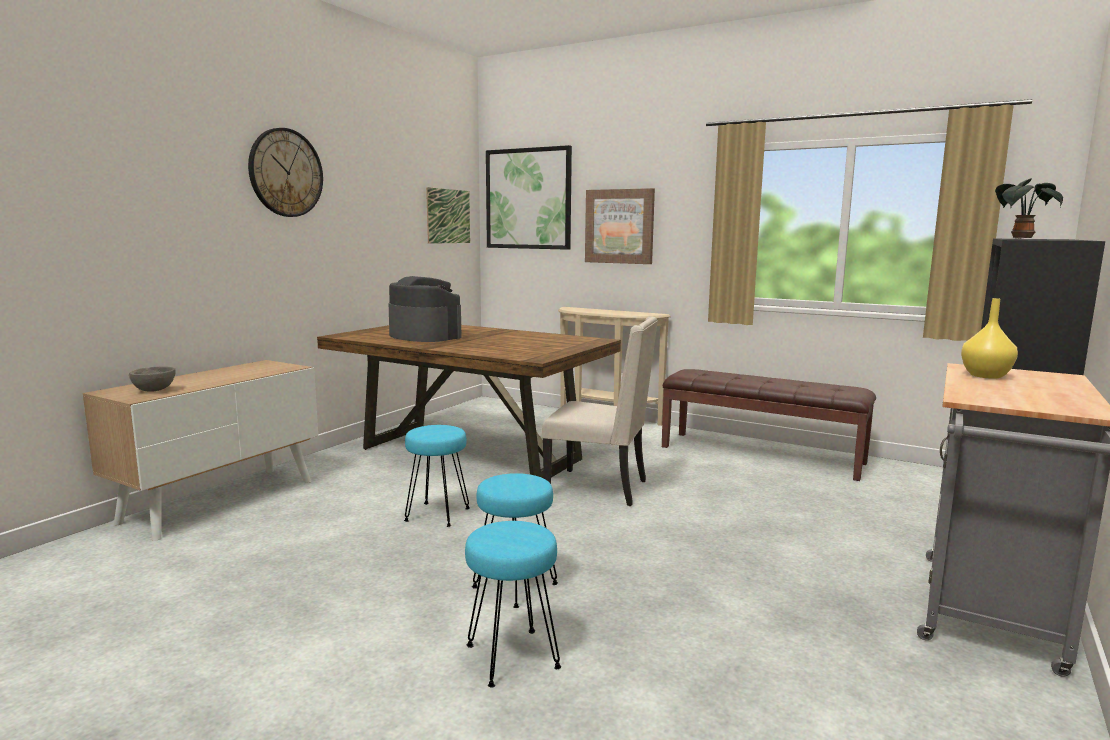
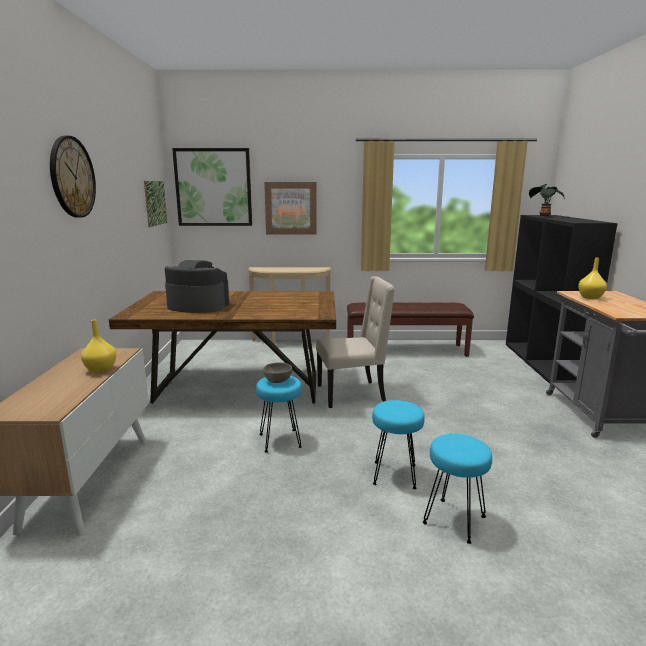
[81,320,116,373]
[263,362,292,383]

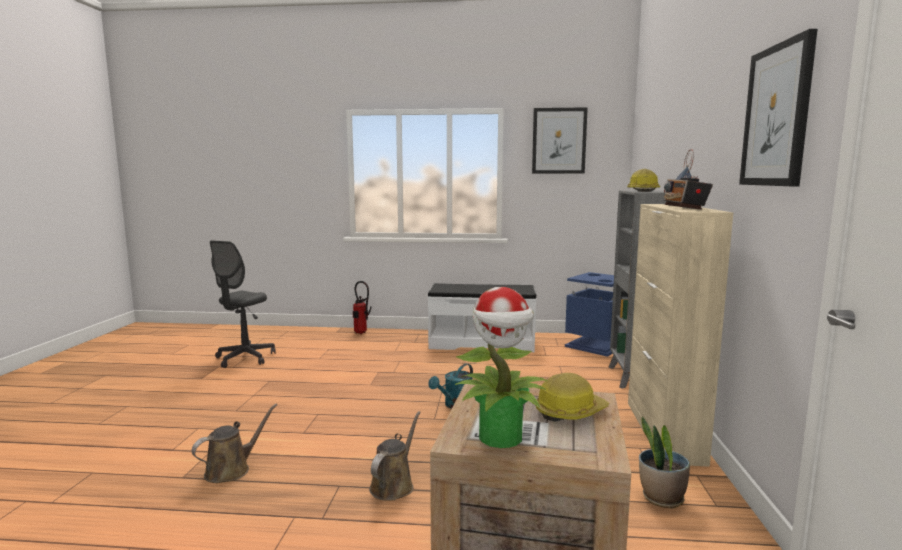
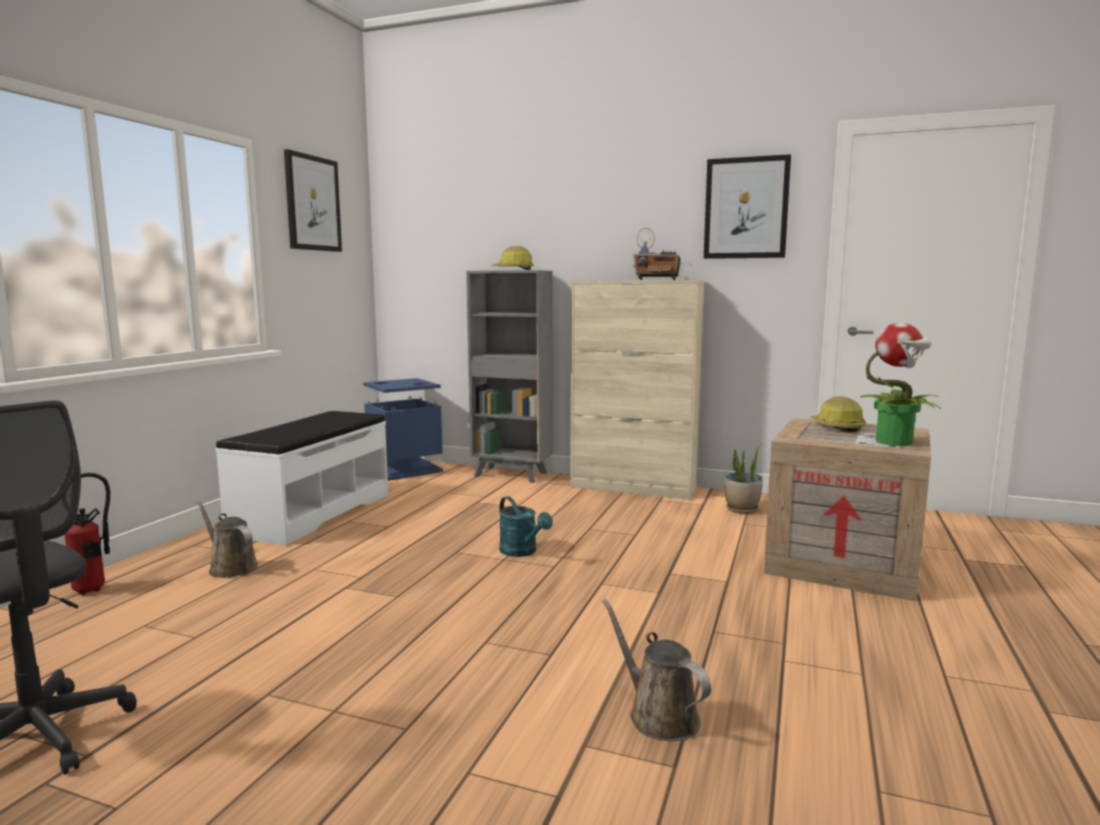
[196,500,258,578]

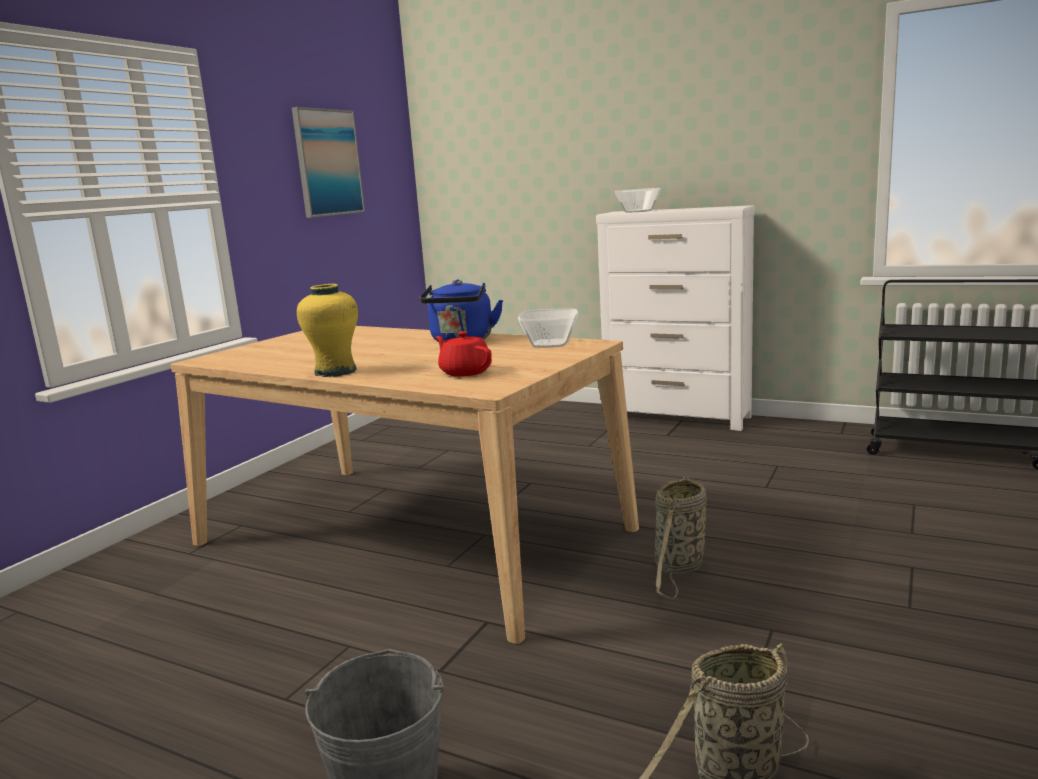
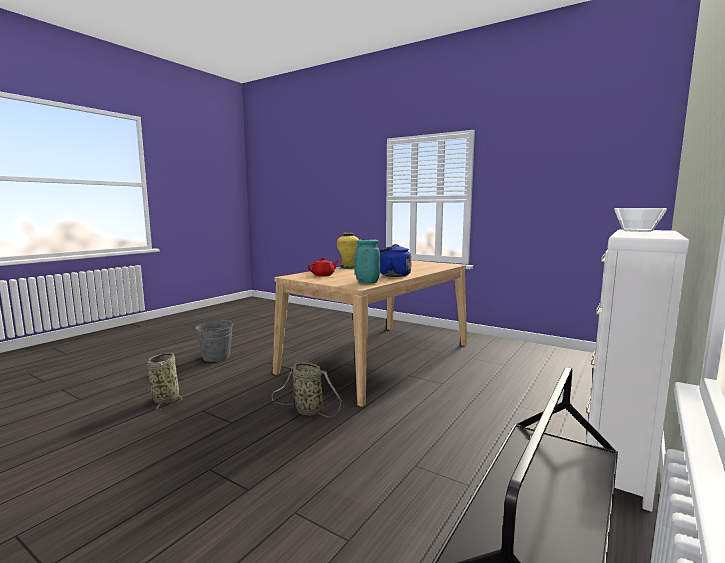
[292,107,365,218] (first image)
[354,239,381,283]

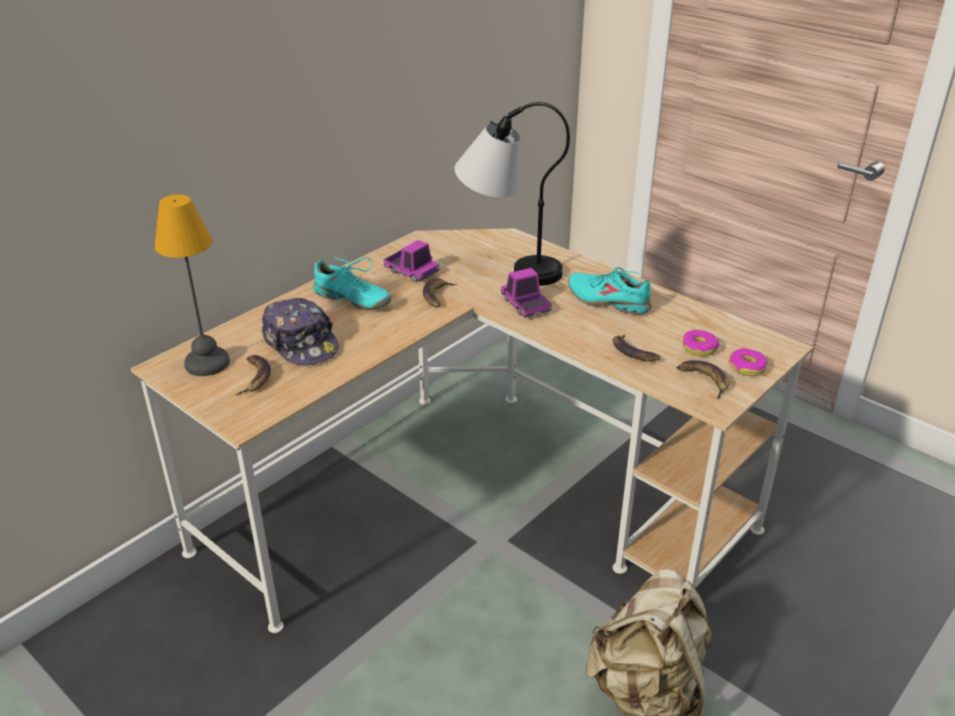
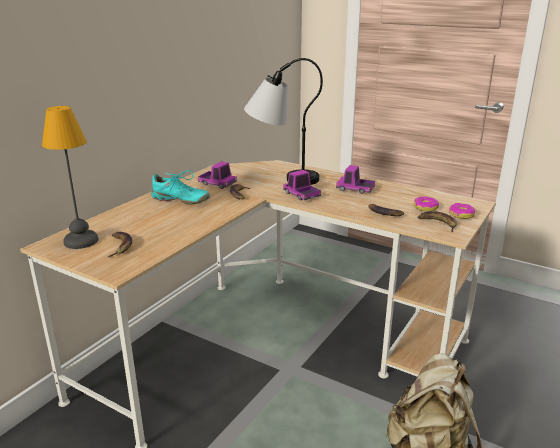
[261,298,339,366] (first image)
[336,165,375,194]

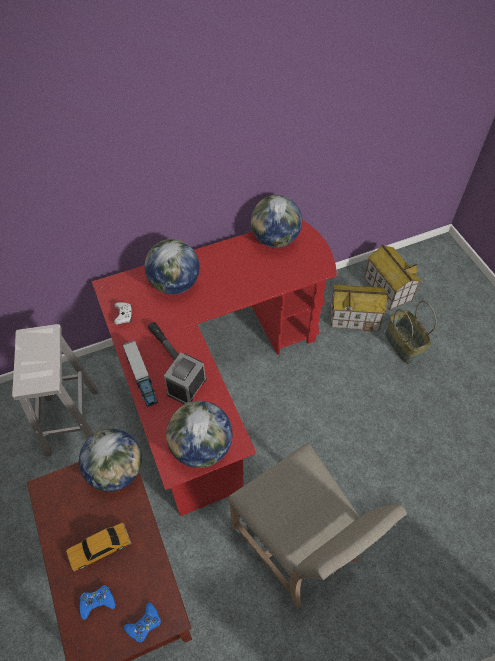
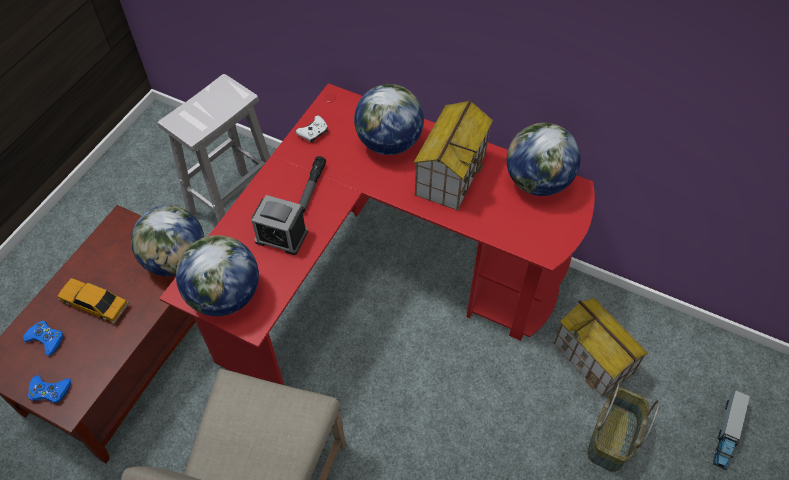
[713,389,750,470]
[414,99,493,211]
[252,195,308,255]

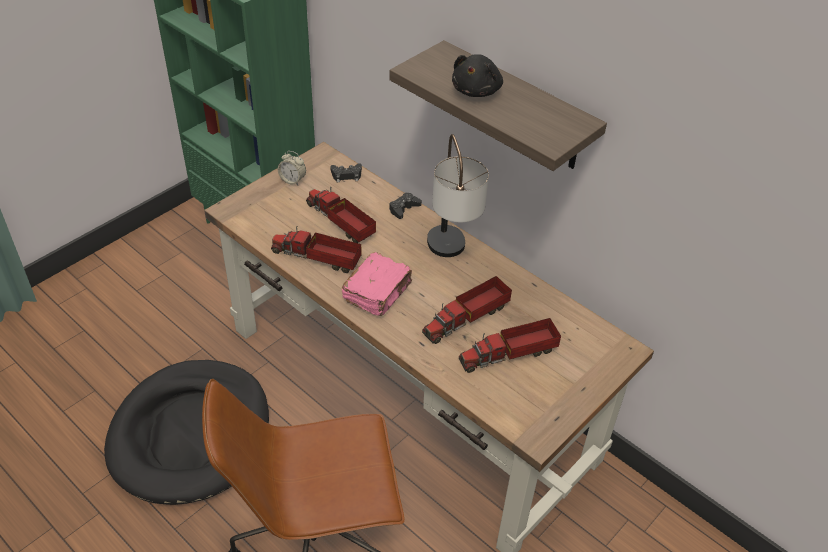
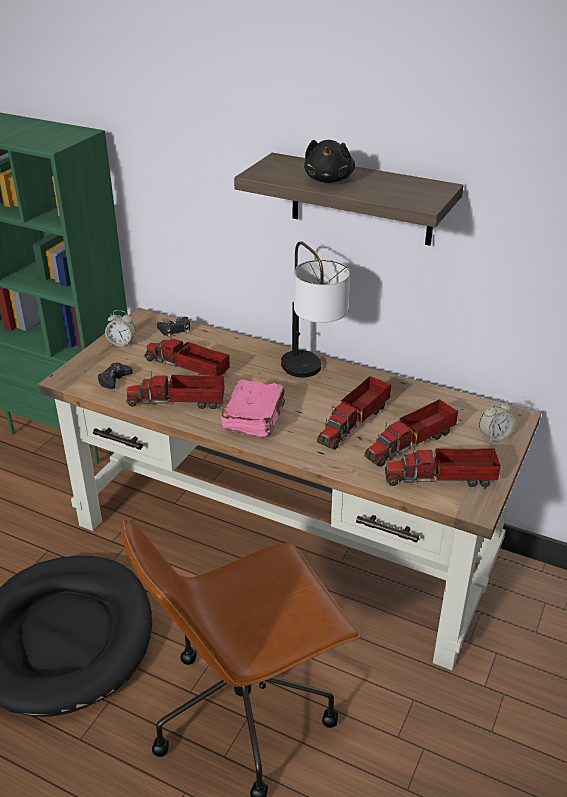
[385,446,501,487]
[479,400,515,443]
[98,363,133,389]

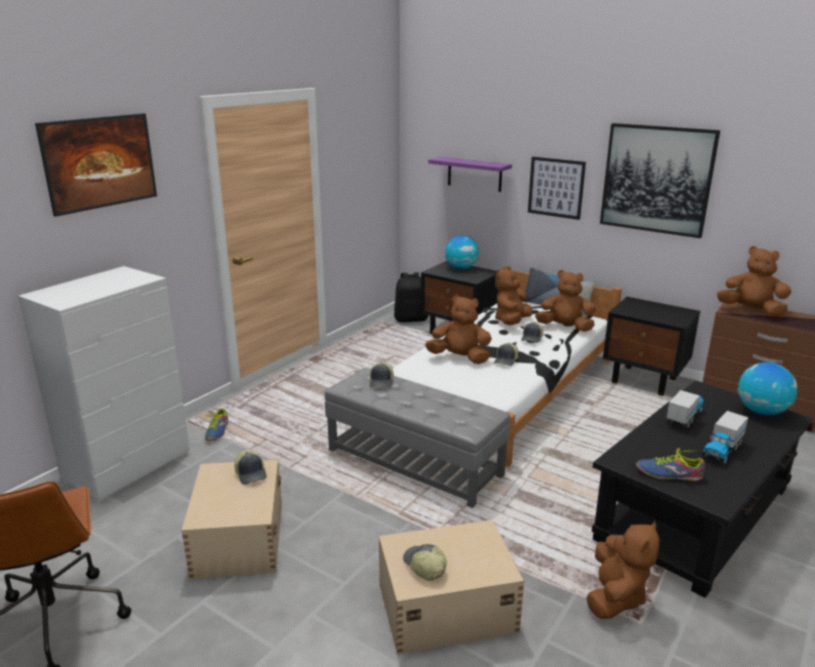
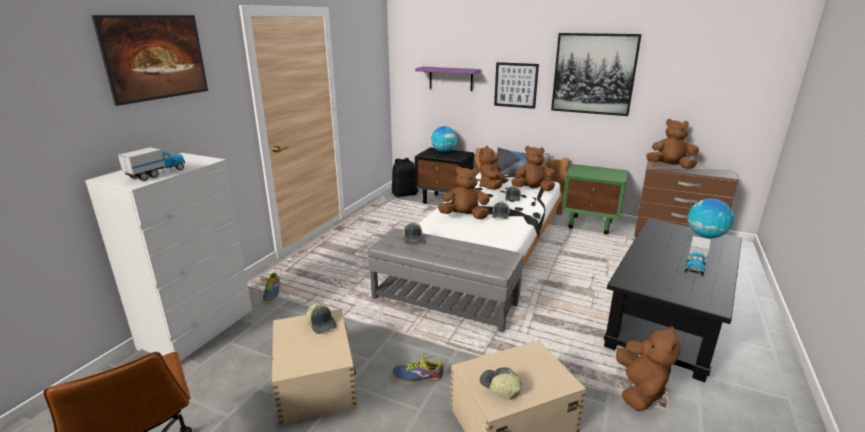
[392,354,443,382]
[118,147,185,181]
[562,164,629,234]

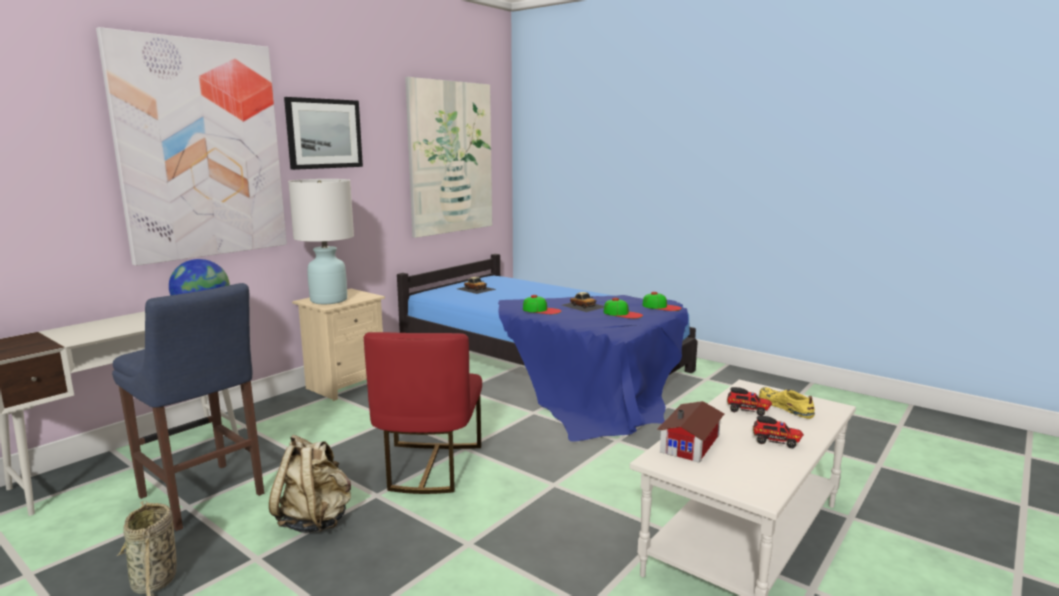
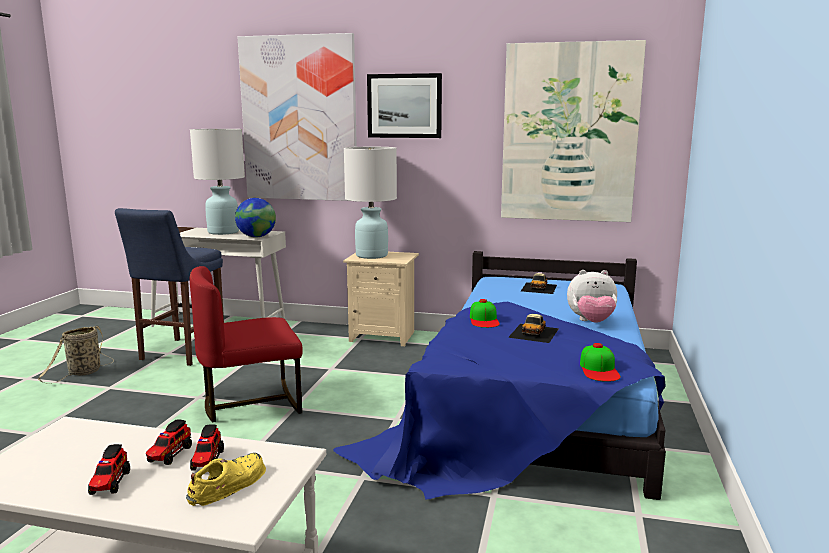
[269,434,351,533] (first image)
[604,298,643,319] (first image)
[657,401,724,463] (first image)
[146,420,192,465]
[190,129,245,235]
[567,270,617,323]

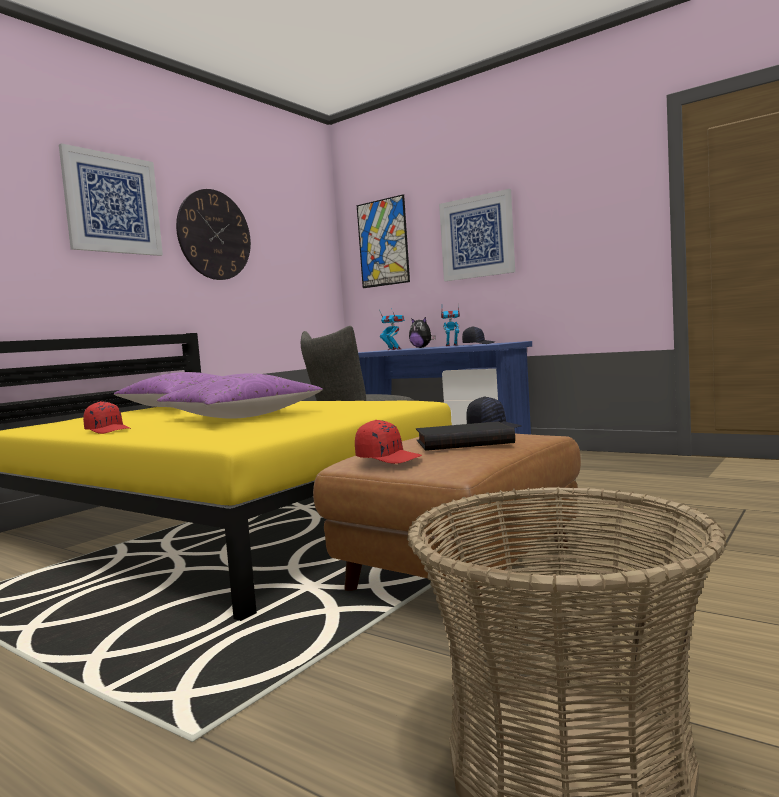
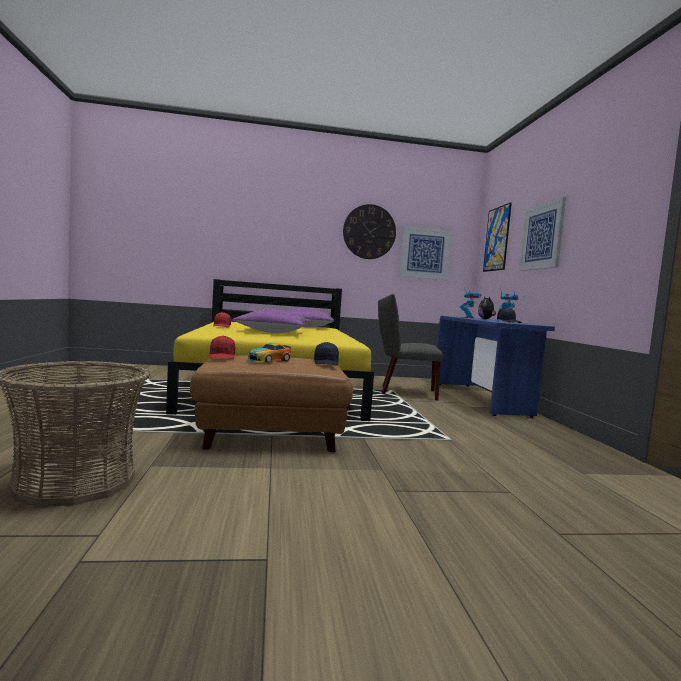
[399,226,452,280]
[248,343,291,363]

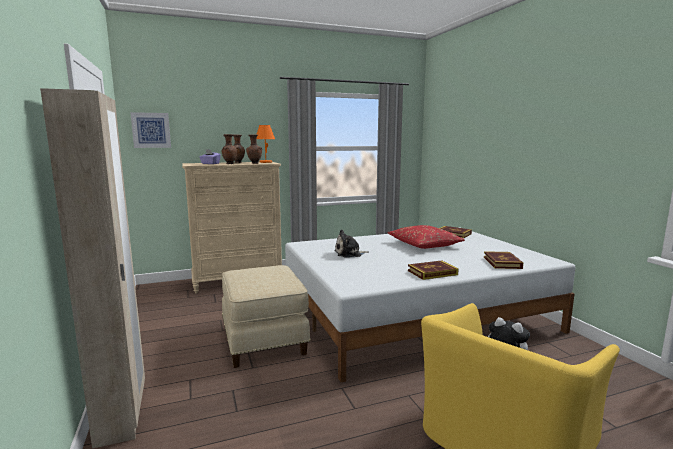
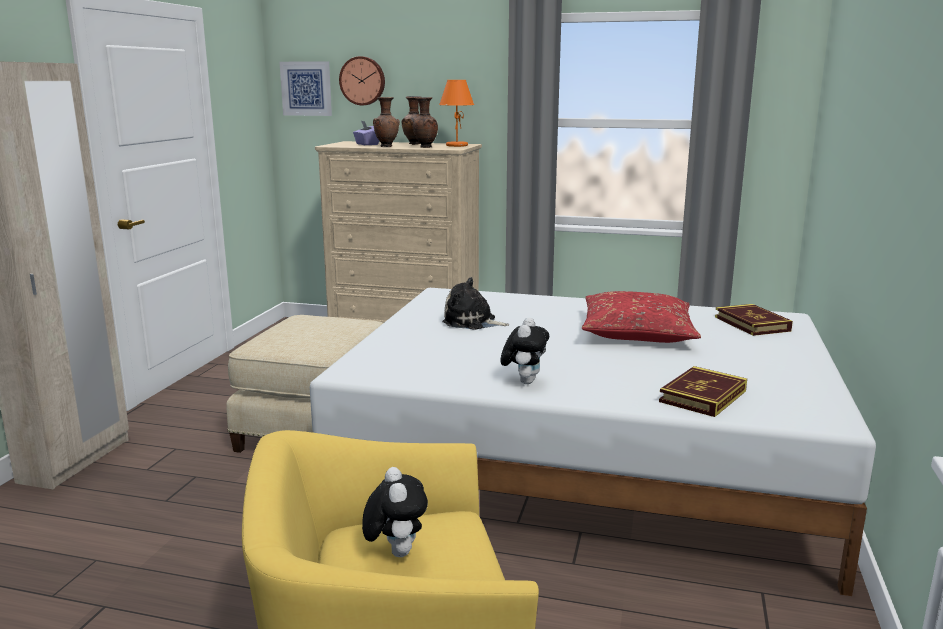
[339,56,385,105]
[501,318,549,384]

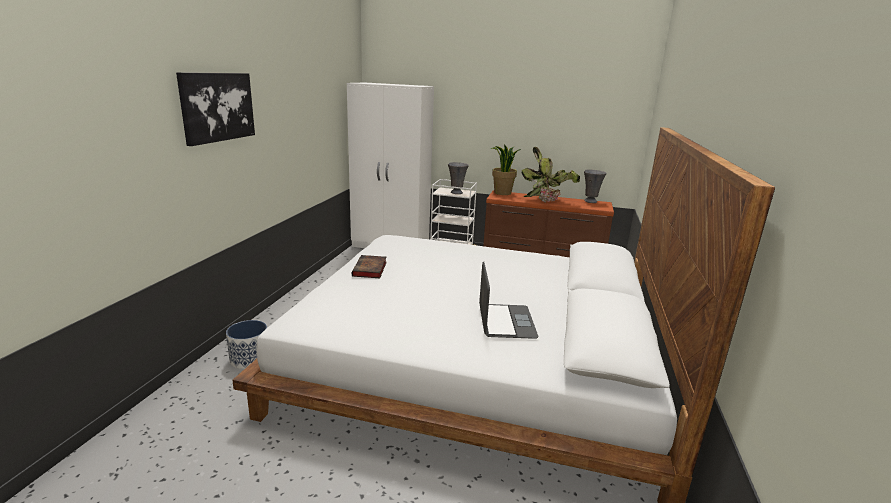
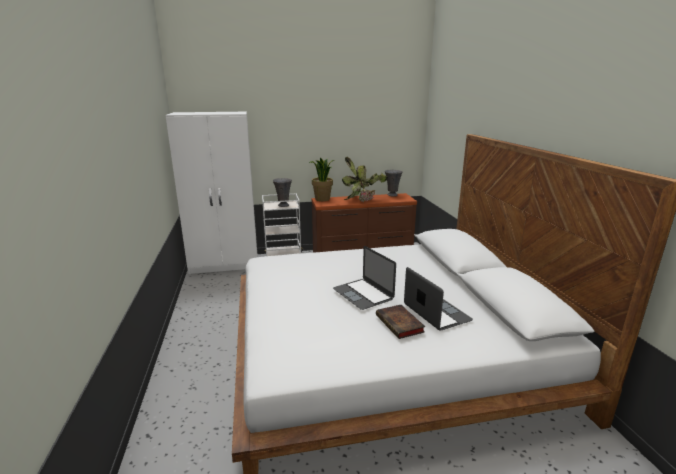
[176,72,255,146] (first image)
[226,320,267,369] (first image)
[333,246,396,310]
[376,305,425,339]

